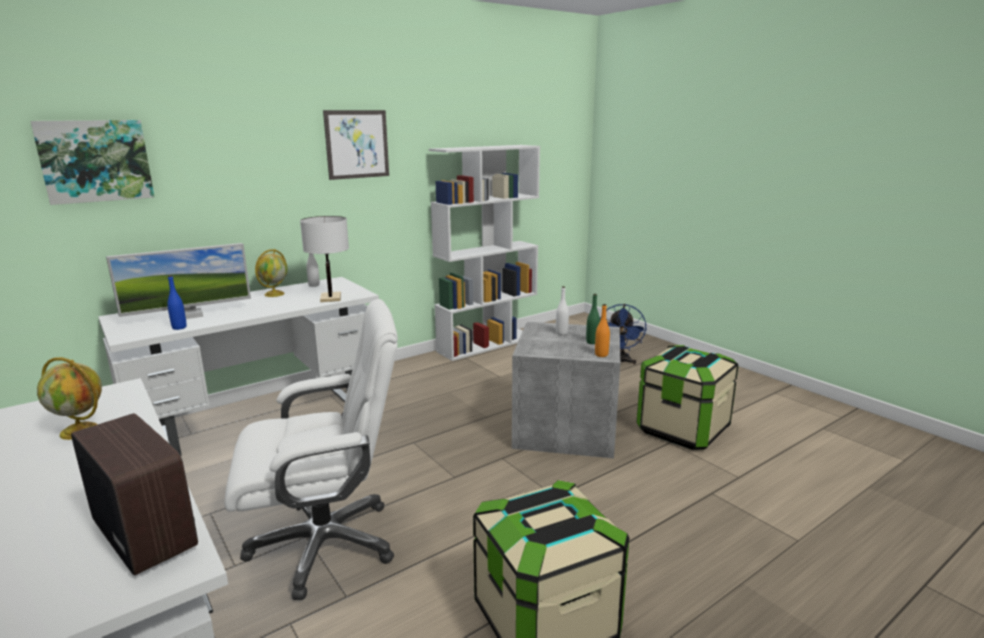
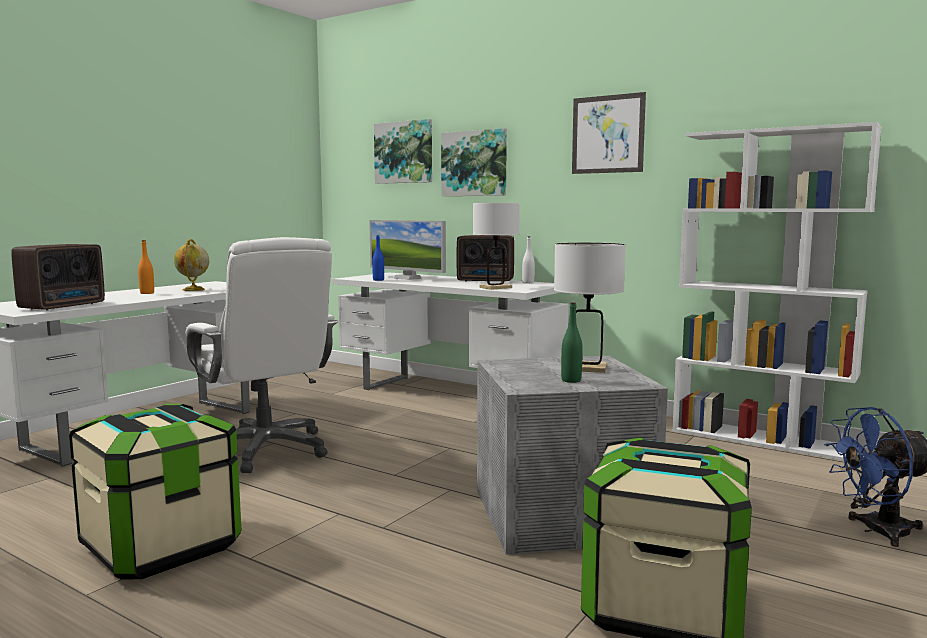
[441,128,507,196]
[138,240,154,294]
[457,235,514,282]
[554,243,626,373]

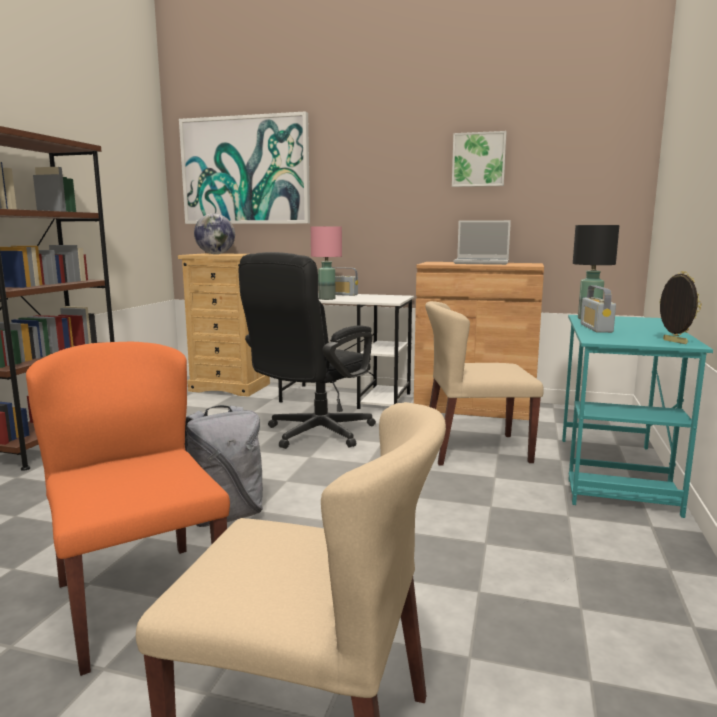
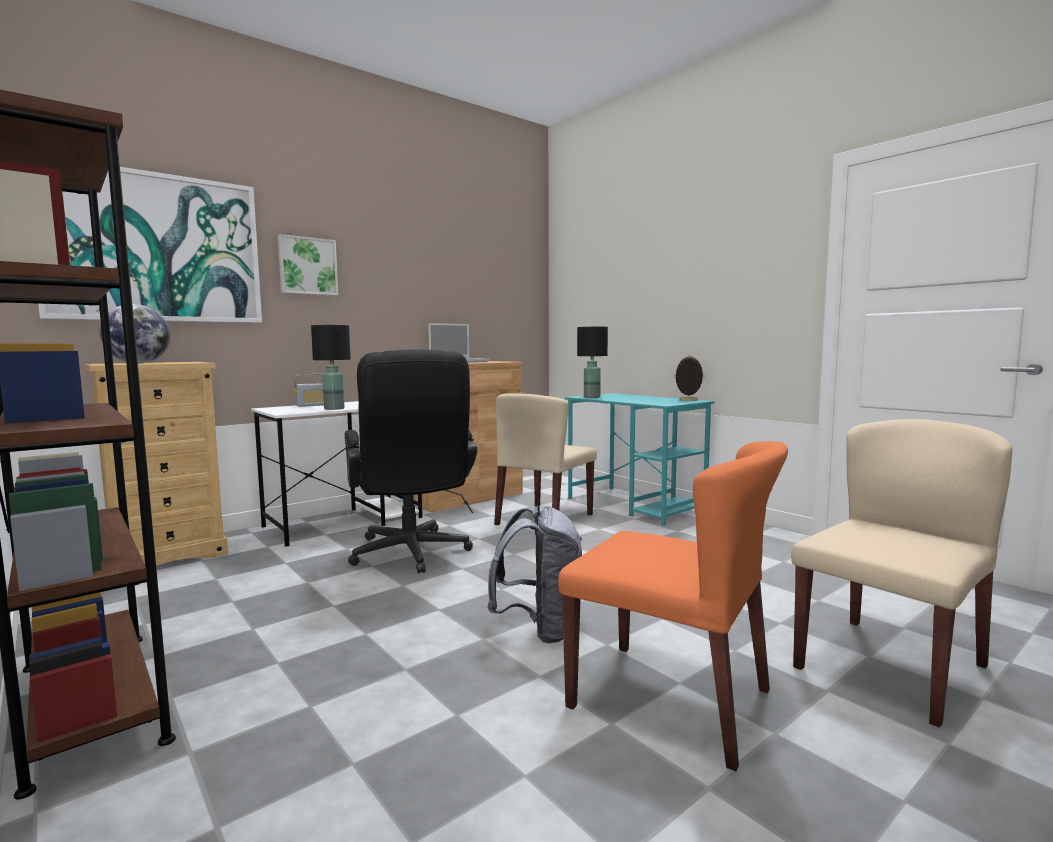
[581,286,616,333] (first image)
[278,234,338,296]
[311,325,351,410]
[558,441,788,771]

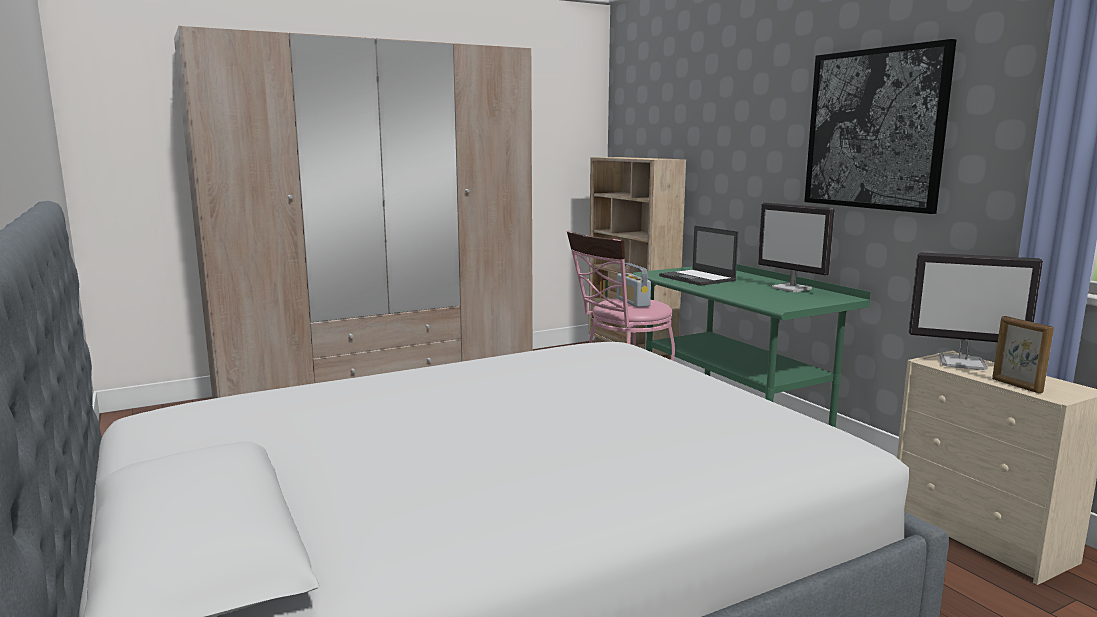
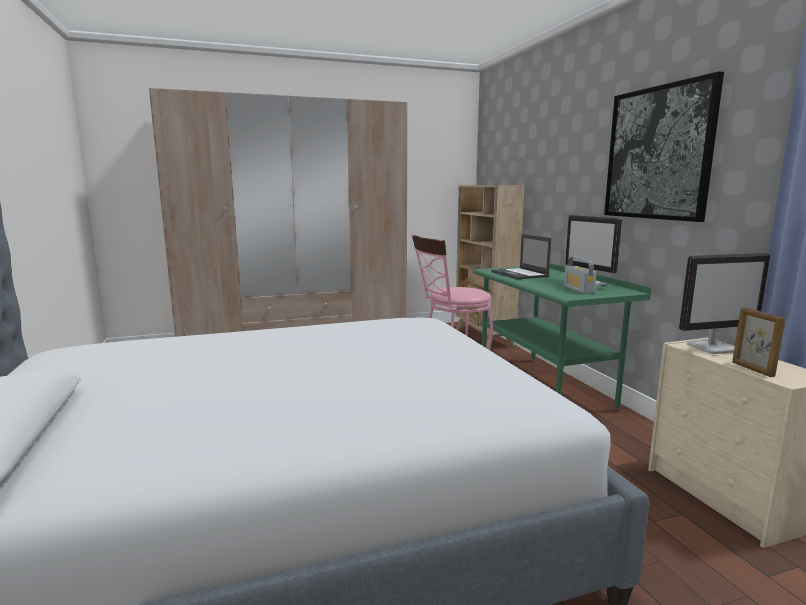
[564,257,596,294]
[679,253,770,354]

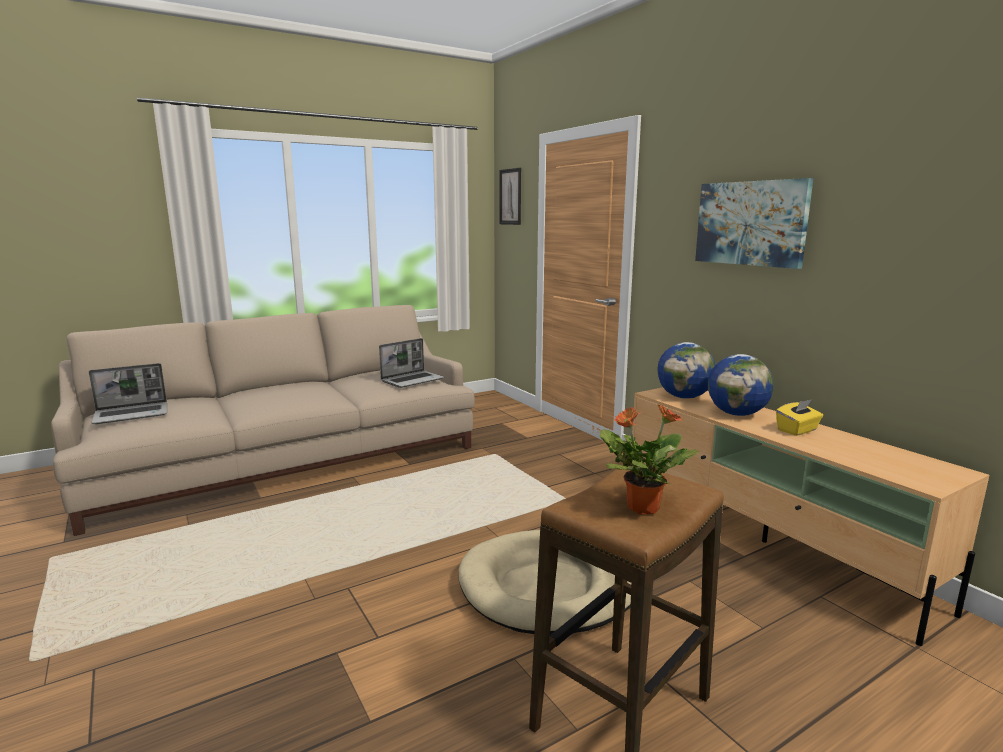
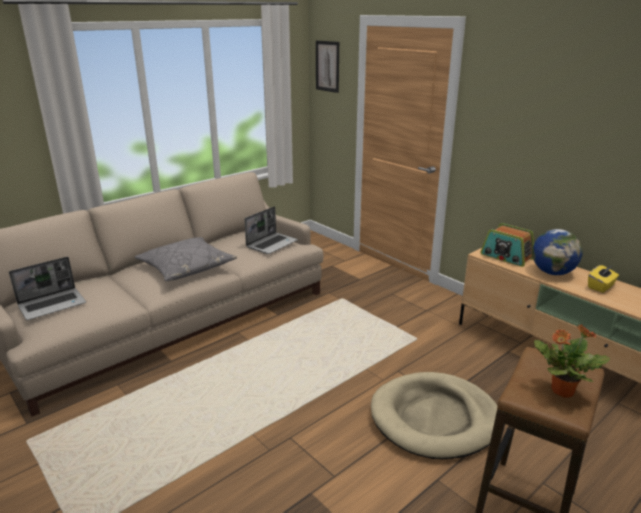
[695,178,813,269] (first image)
[135,237,237,281]
[480,223,534,267]

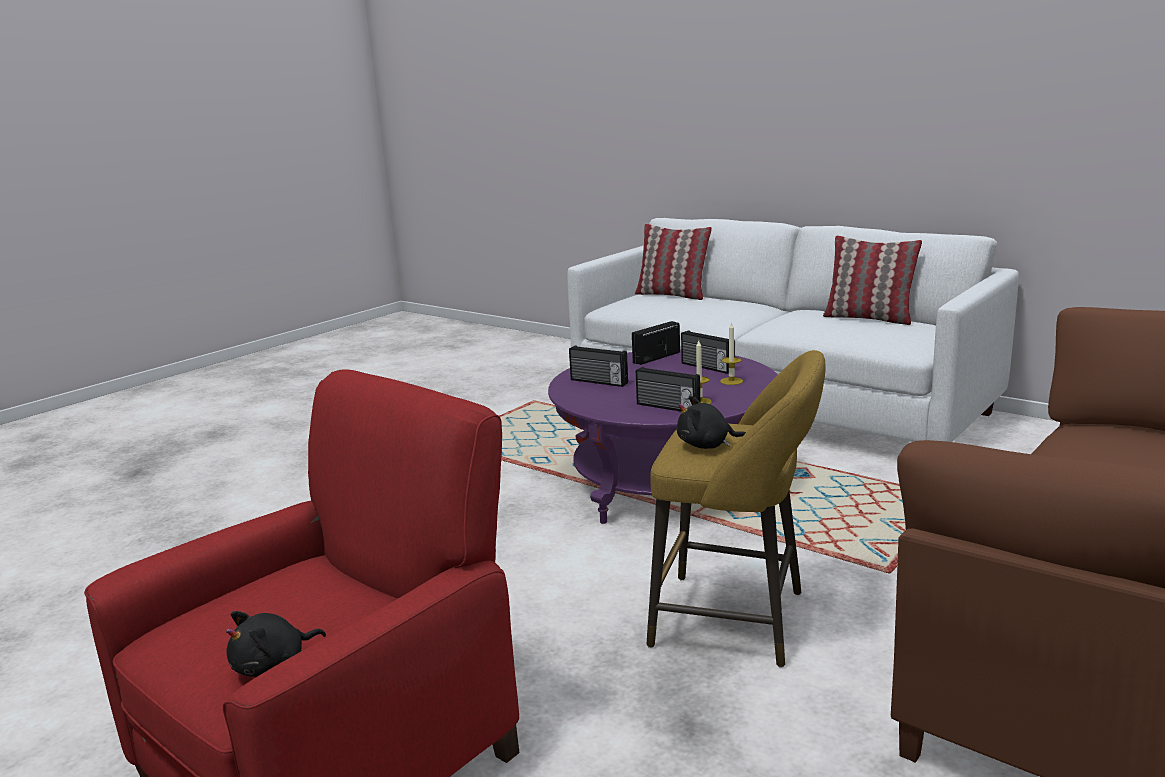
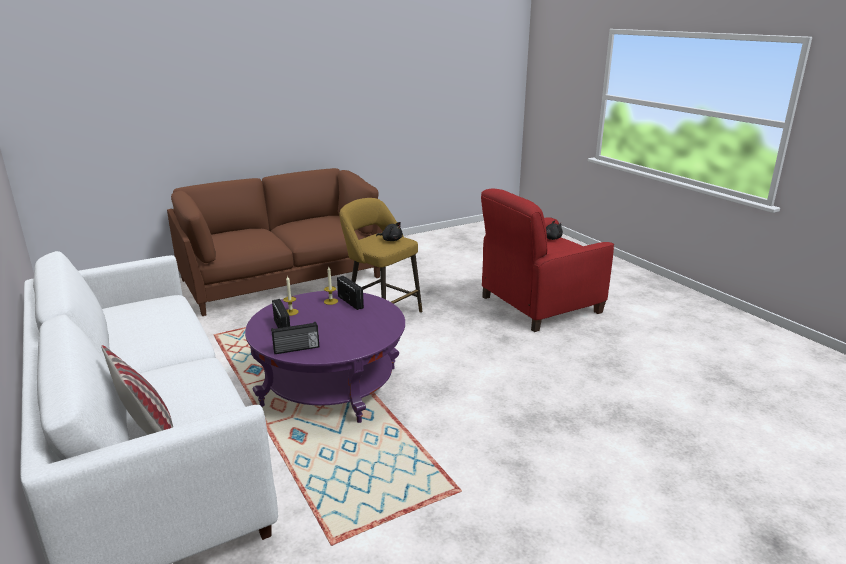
[569,346,628,387] (first image)
[823,236,922,325] (first image)

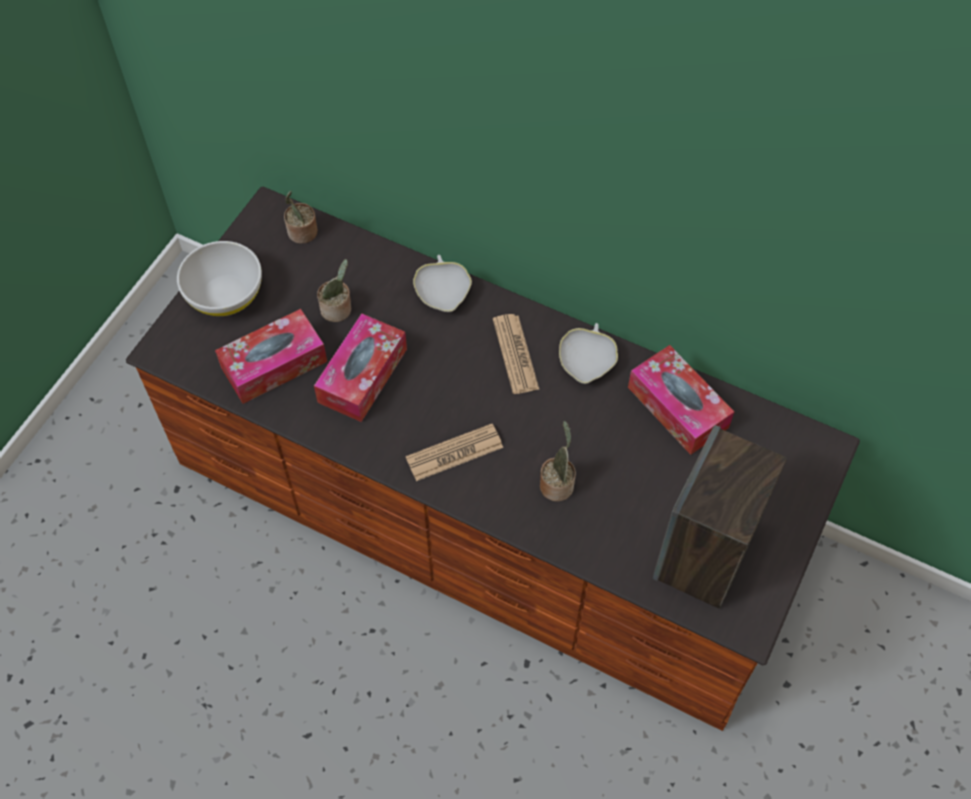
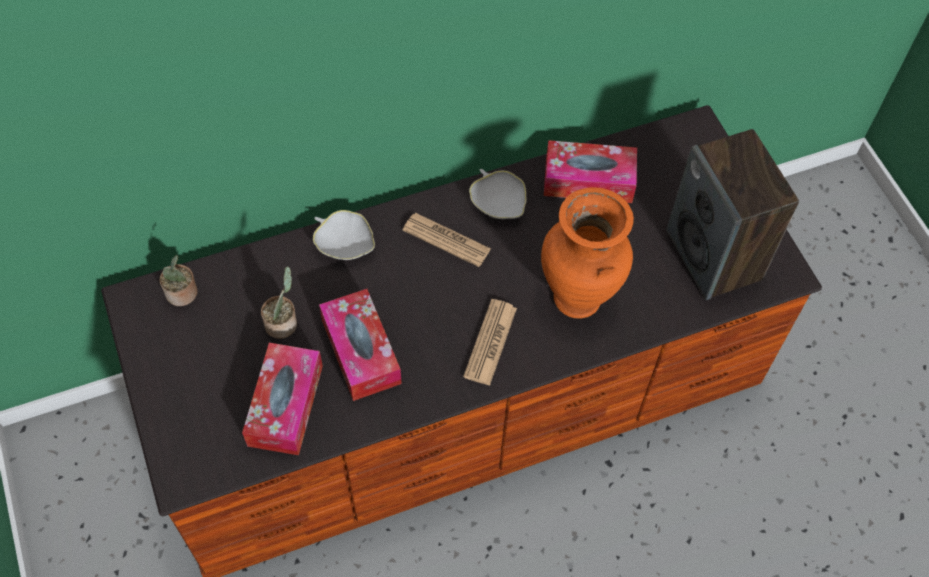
[177,241,262,316] (first image)
[541,187,634,319]

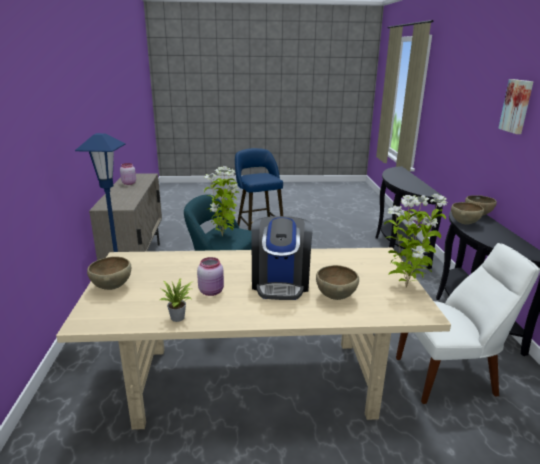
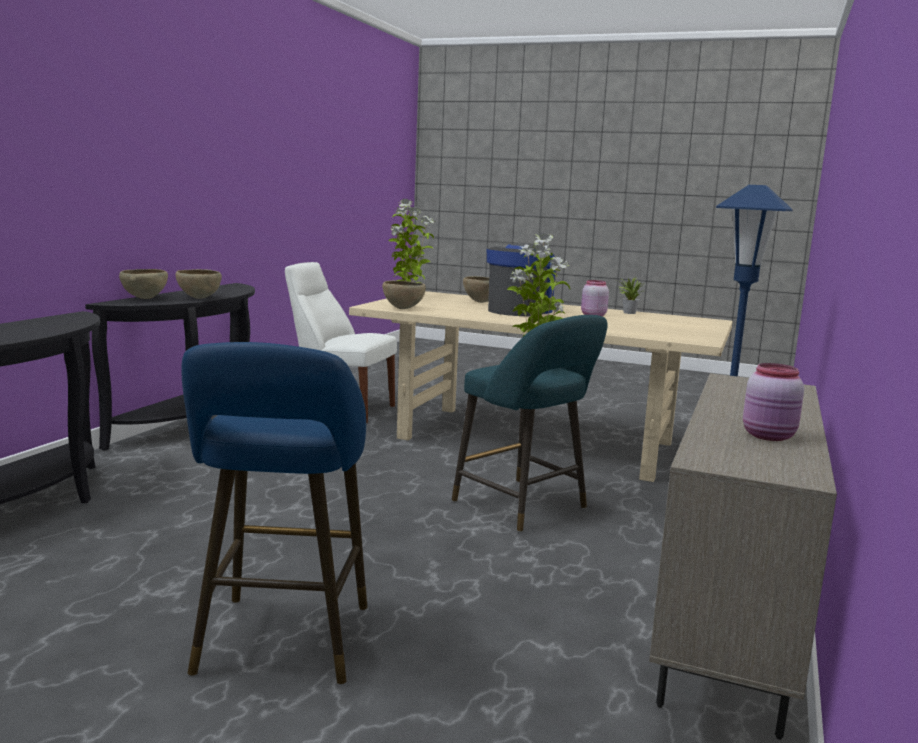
[498,79,534,134] (first image)
[382,280,426,309]

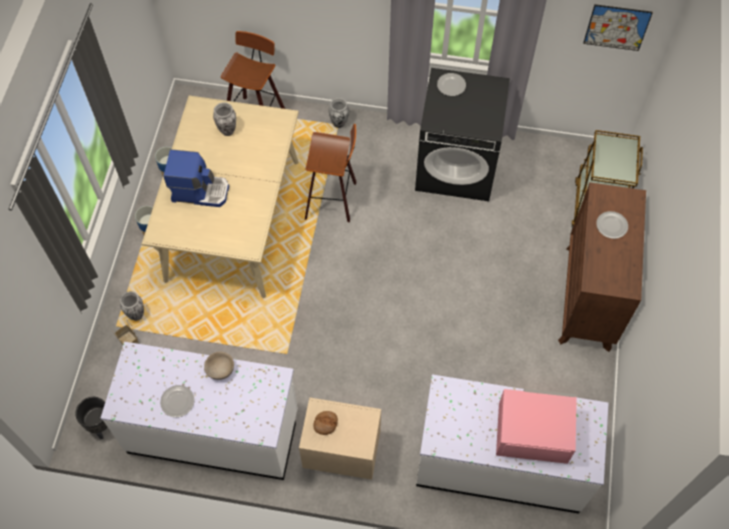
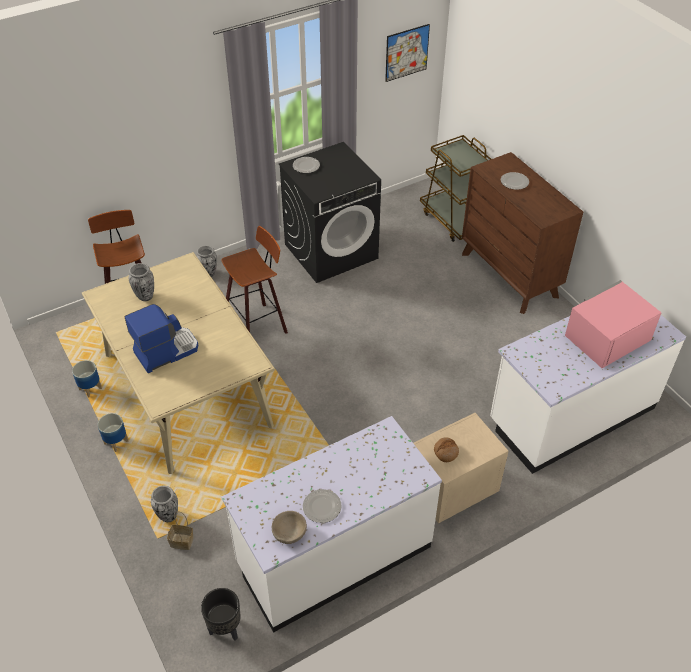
[272,511,307,544]

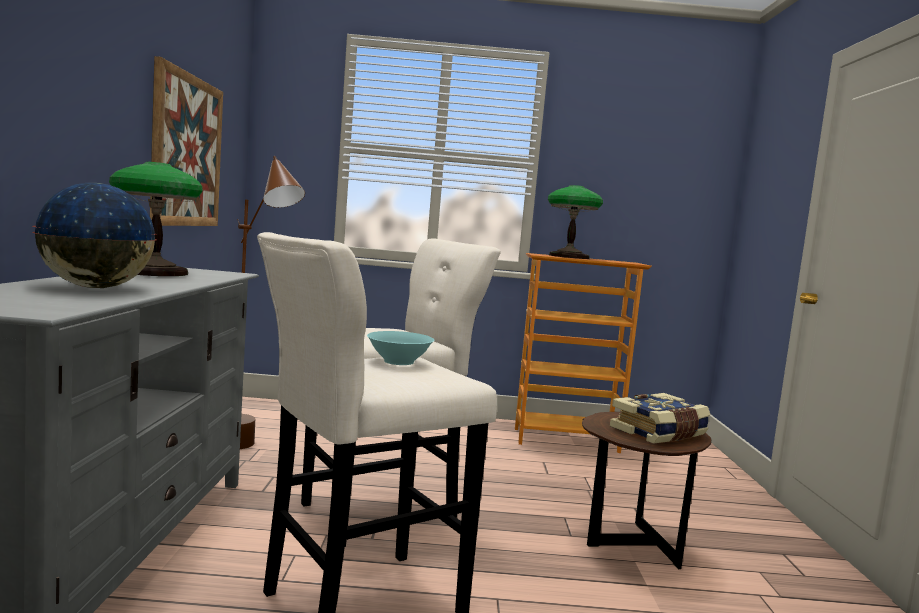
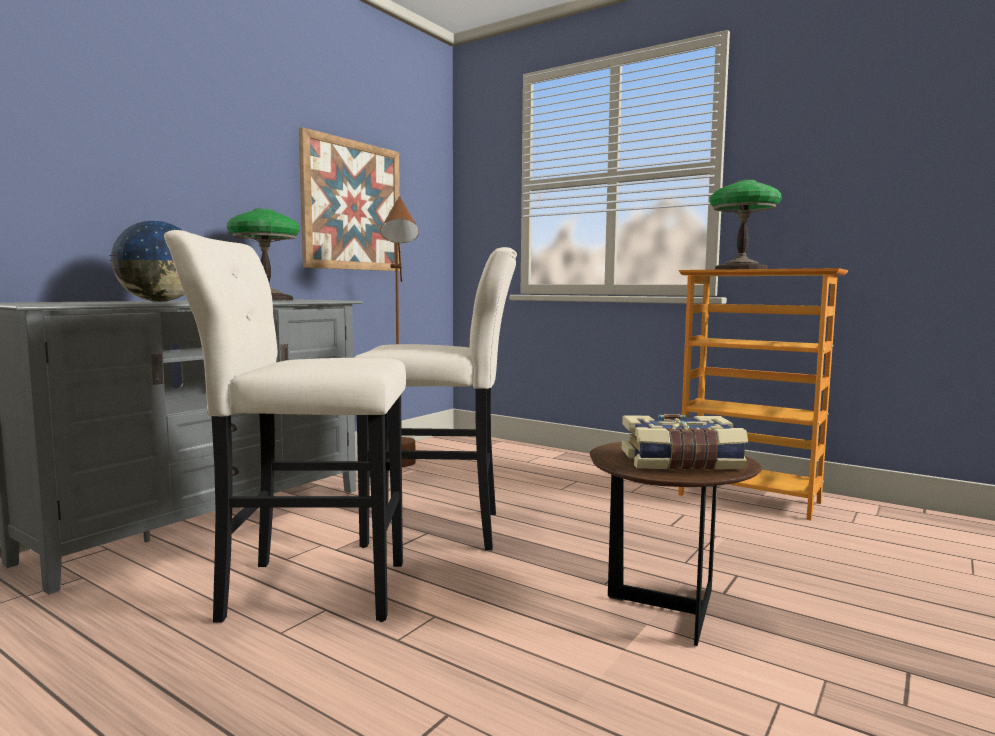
[367,331,434,365] (first image)

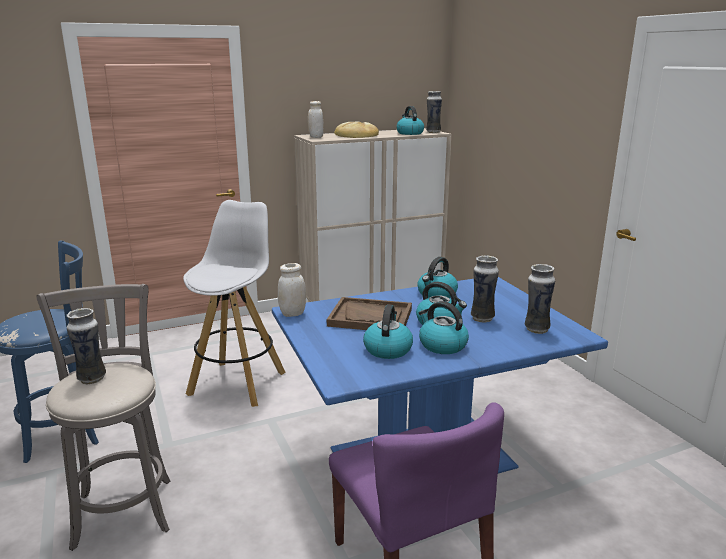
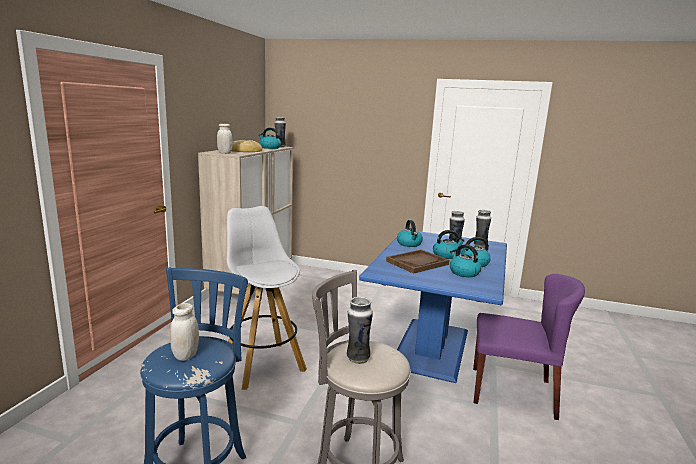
[170,303,199,361]

